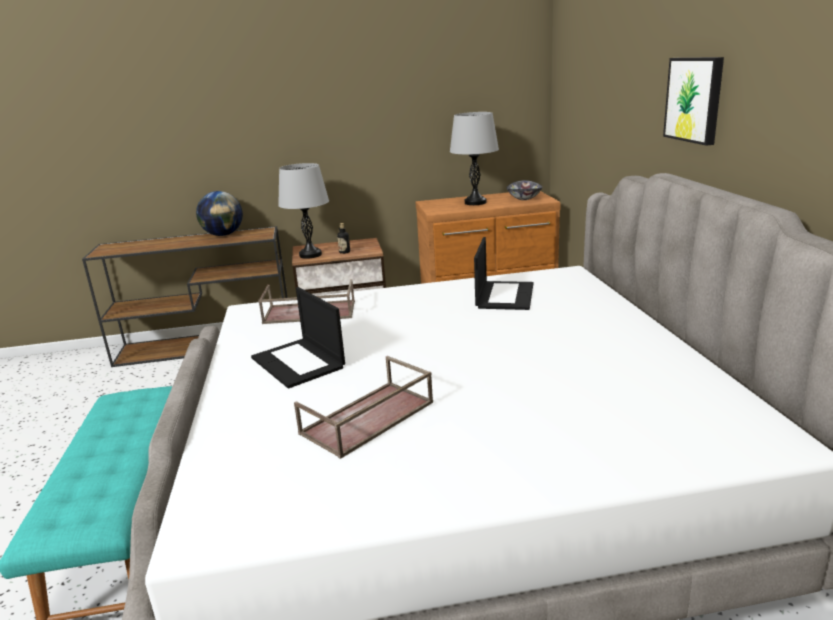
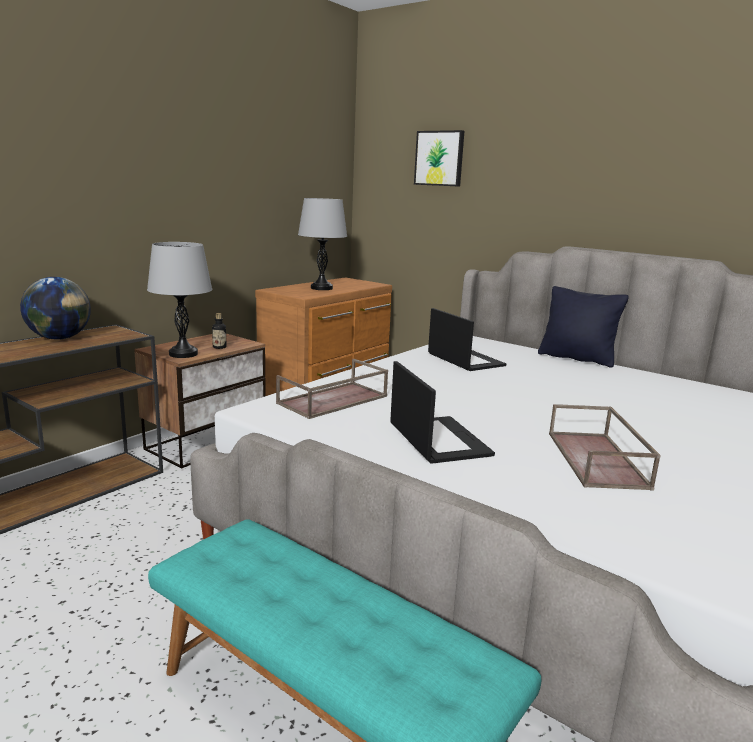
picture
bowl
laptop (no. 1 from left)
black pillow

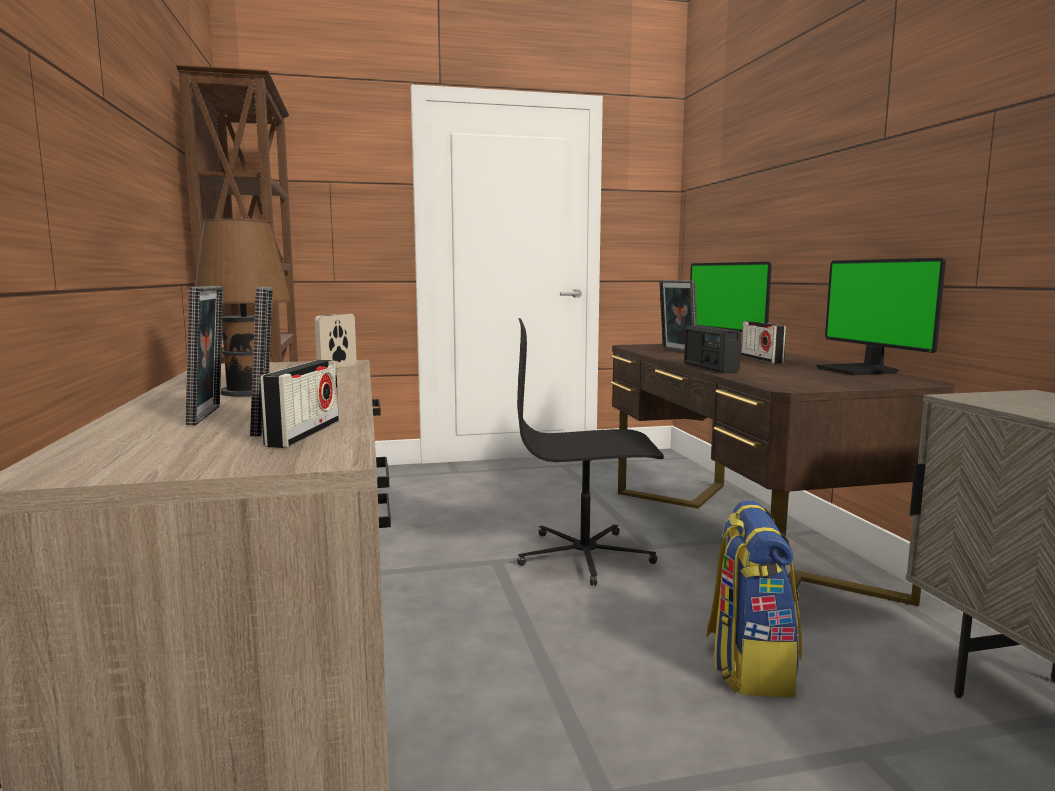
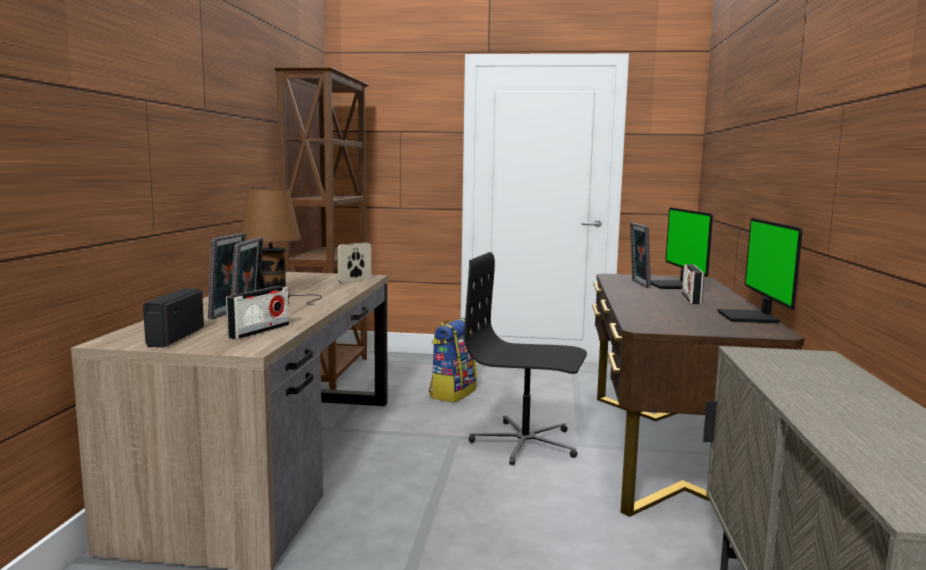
radio (no. 1 from left)
backpack

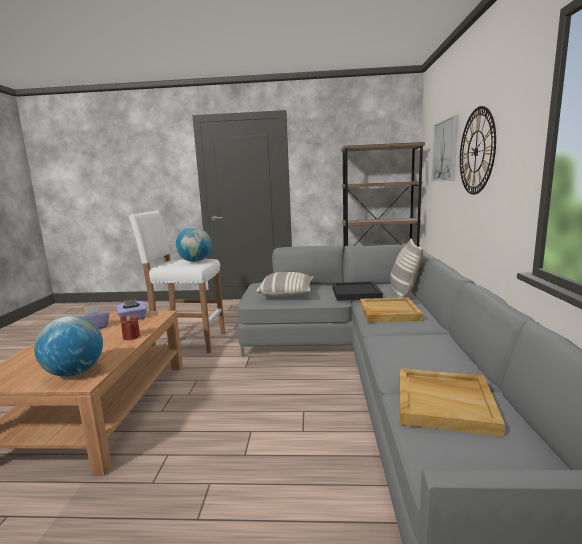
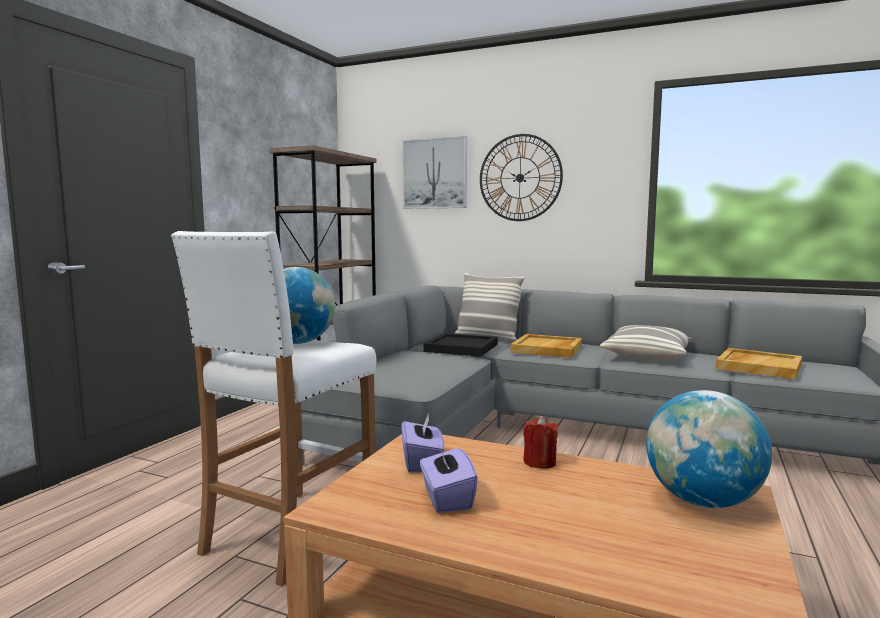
pillow (no. 2 from left)

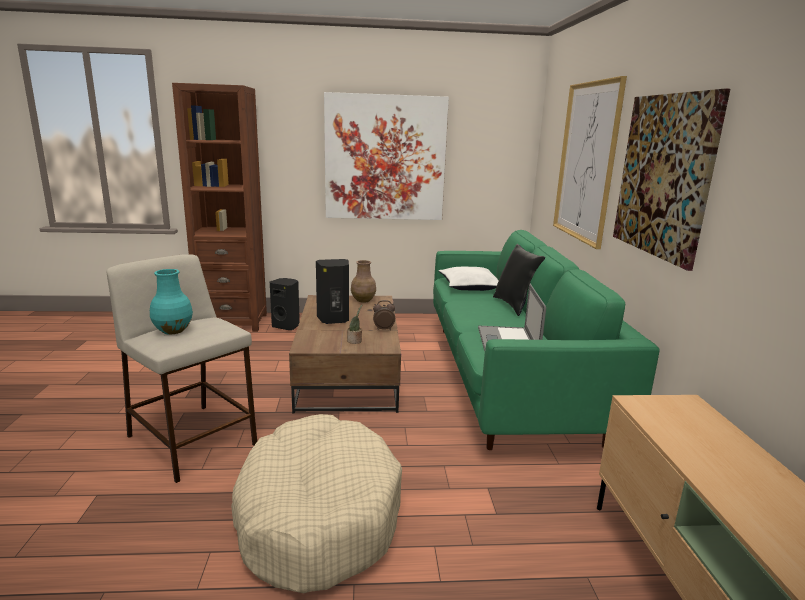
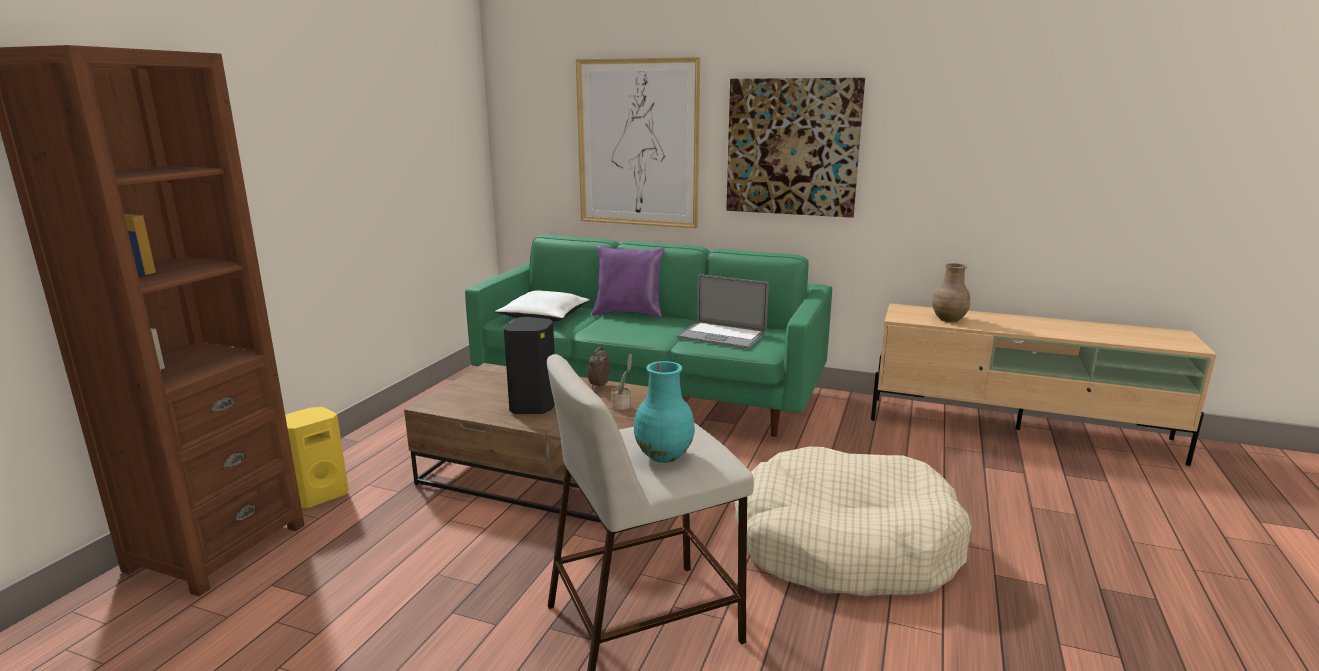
picture (no. 1 from left in the first image)
purple pillow
brown vase
yellow speaker

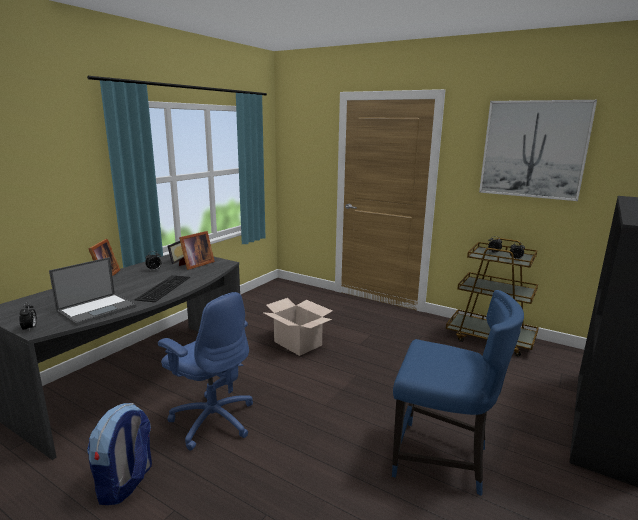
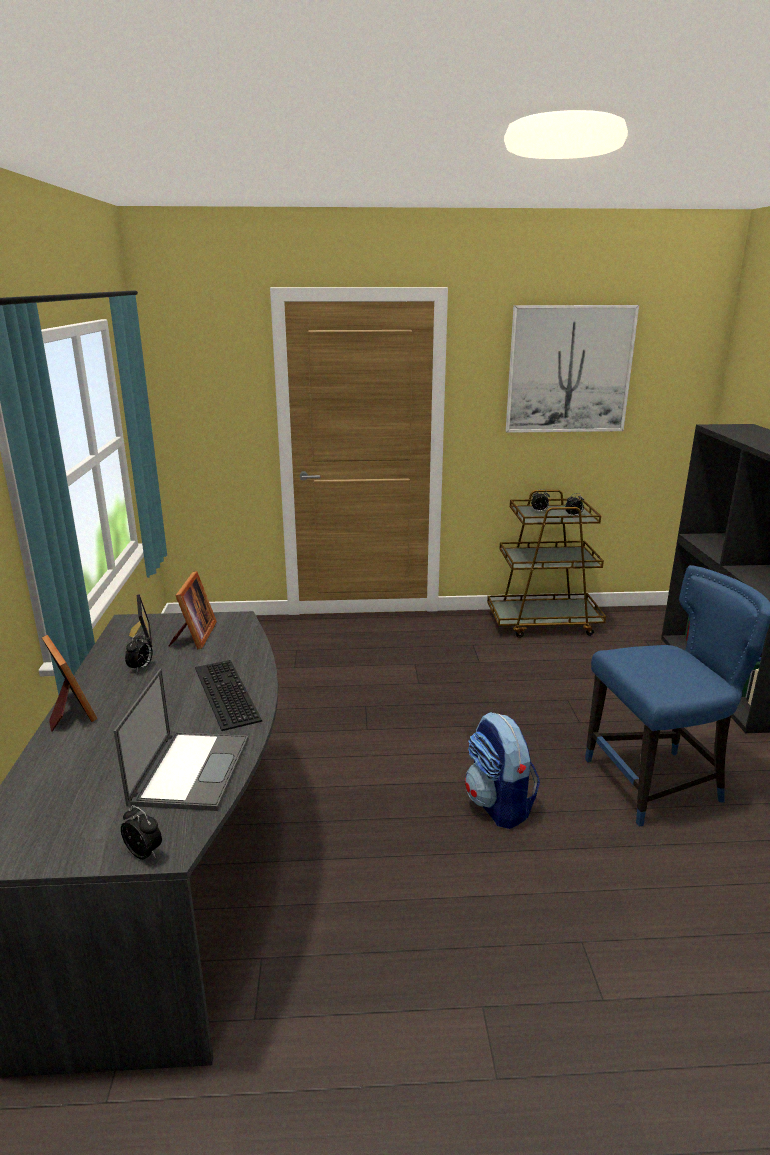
blue office chair
cardboard box
backpack

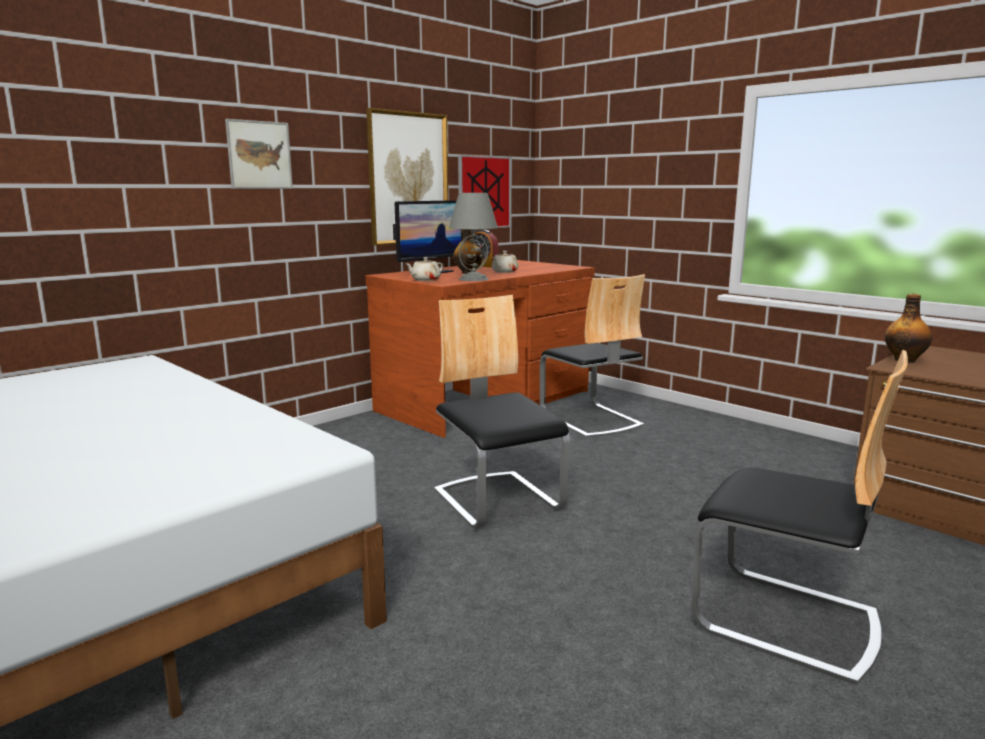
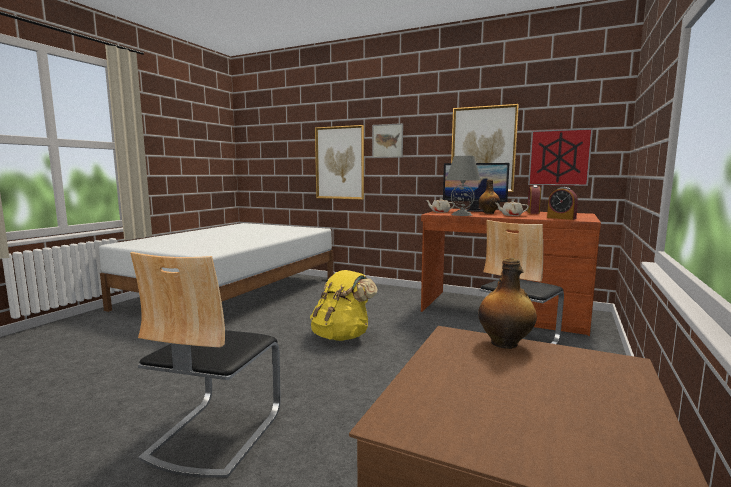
yellow backpack
picture (no. 1 from left)
alarm clock (no. 2 from left)

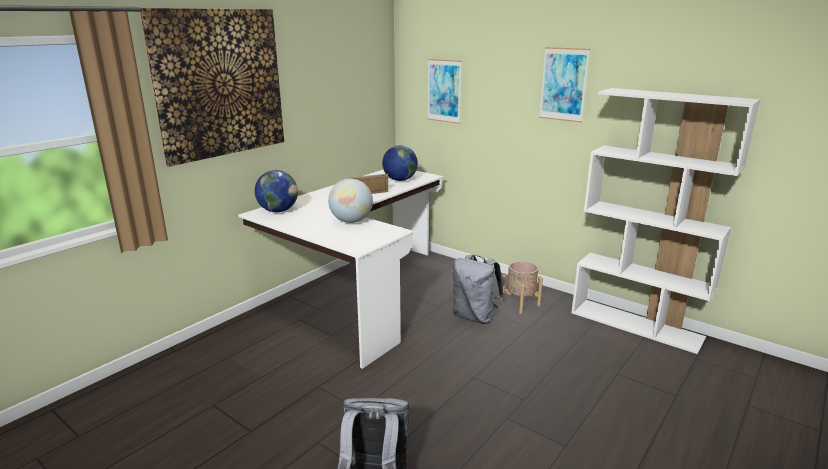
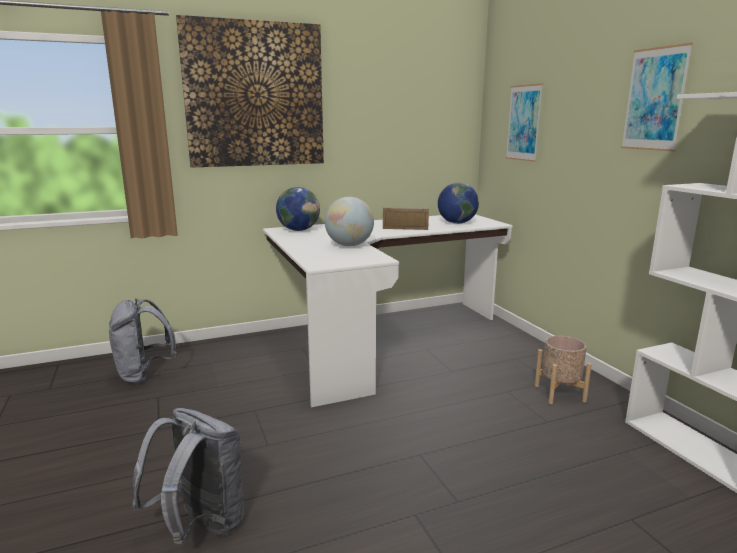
grey backpack (no. 1 from left)

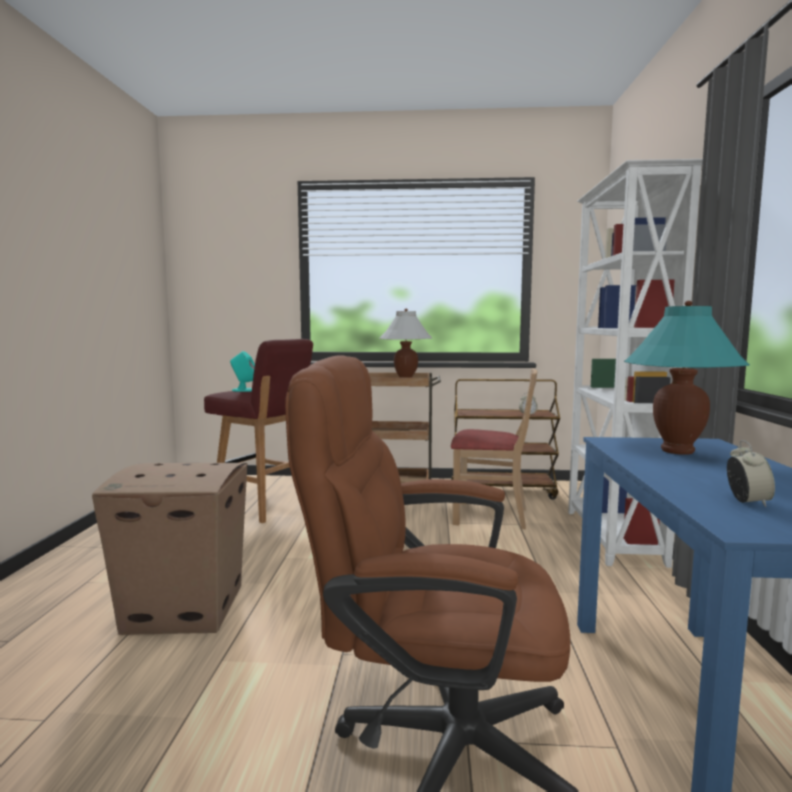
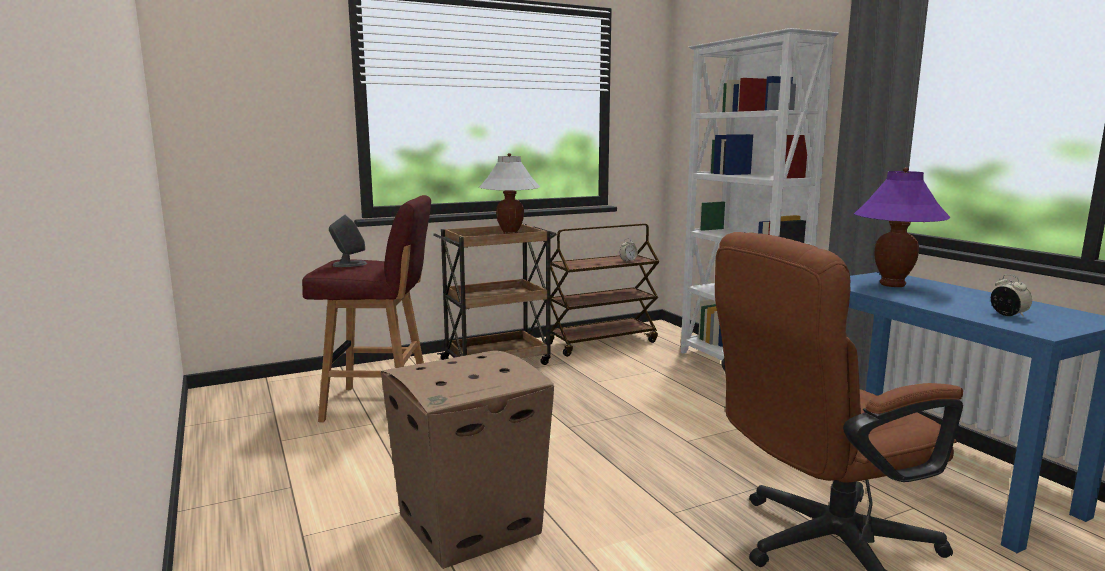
purple table lamp
grey speaker
beige chair

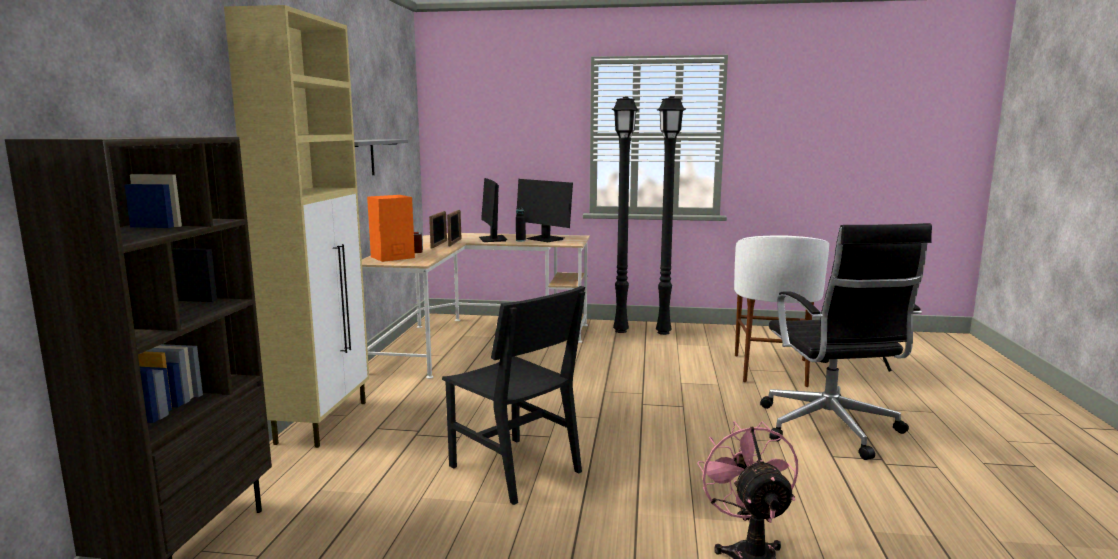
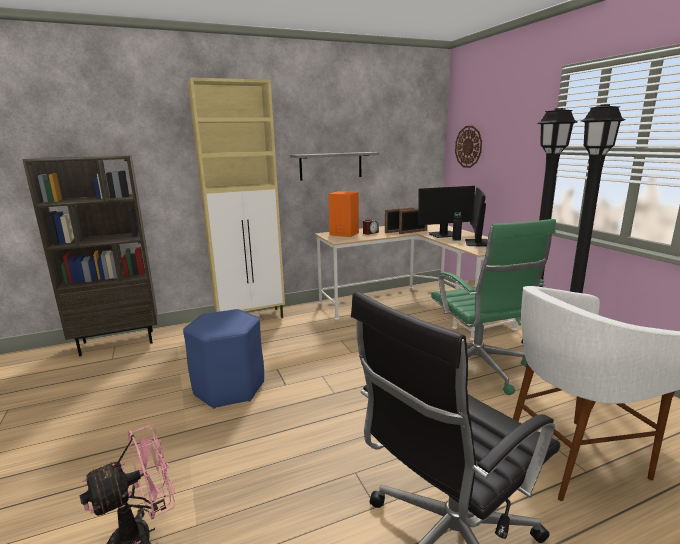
monitor (no. 1 from left)
blue stool
wall clock
green office chair

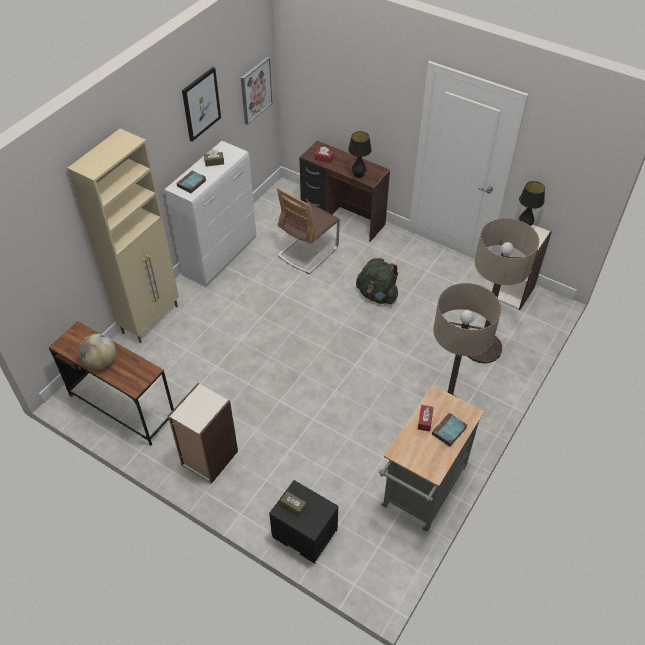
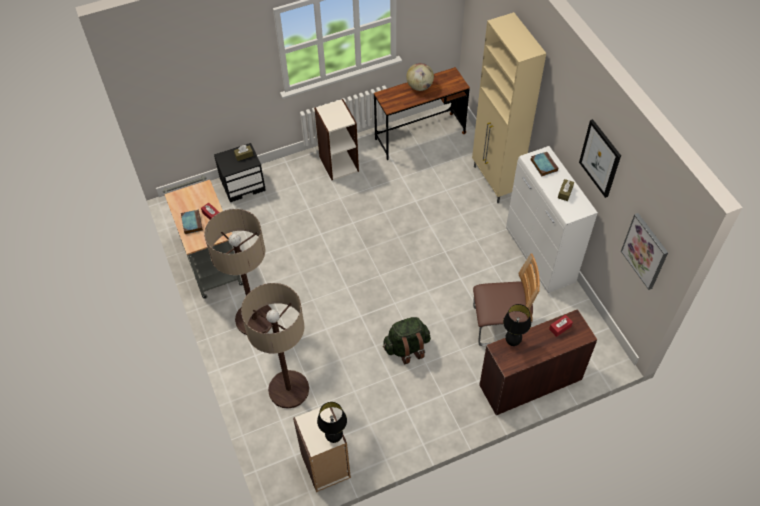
chair

